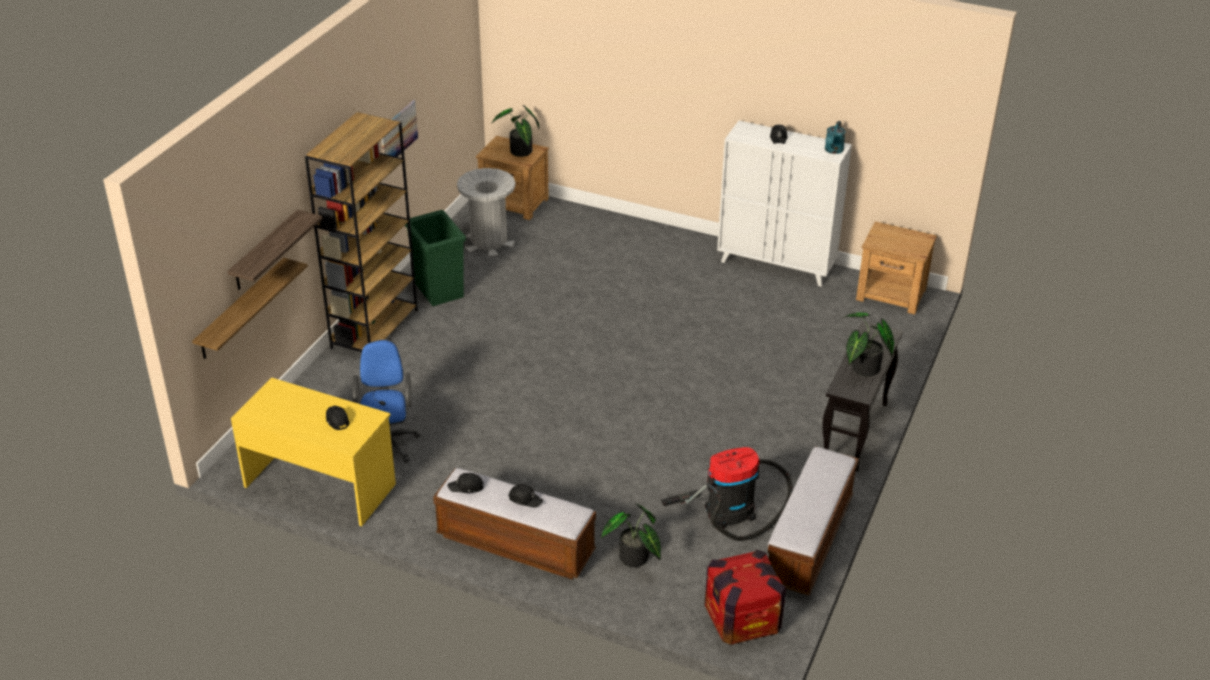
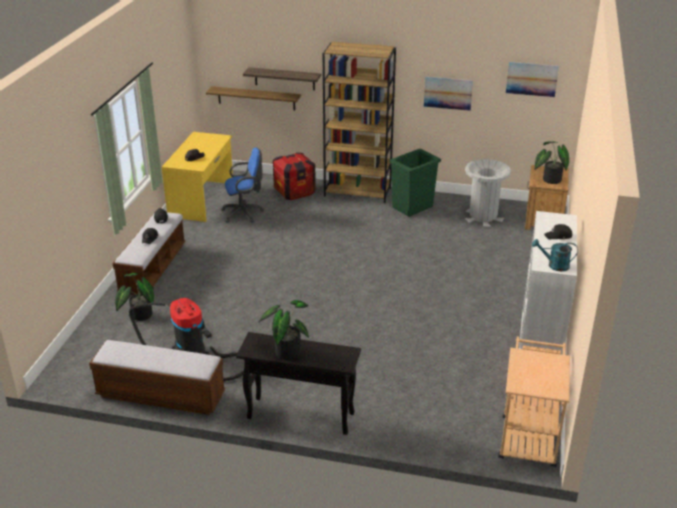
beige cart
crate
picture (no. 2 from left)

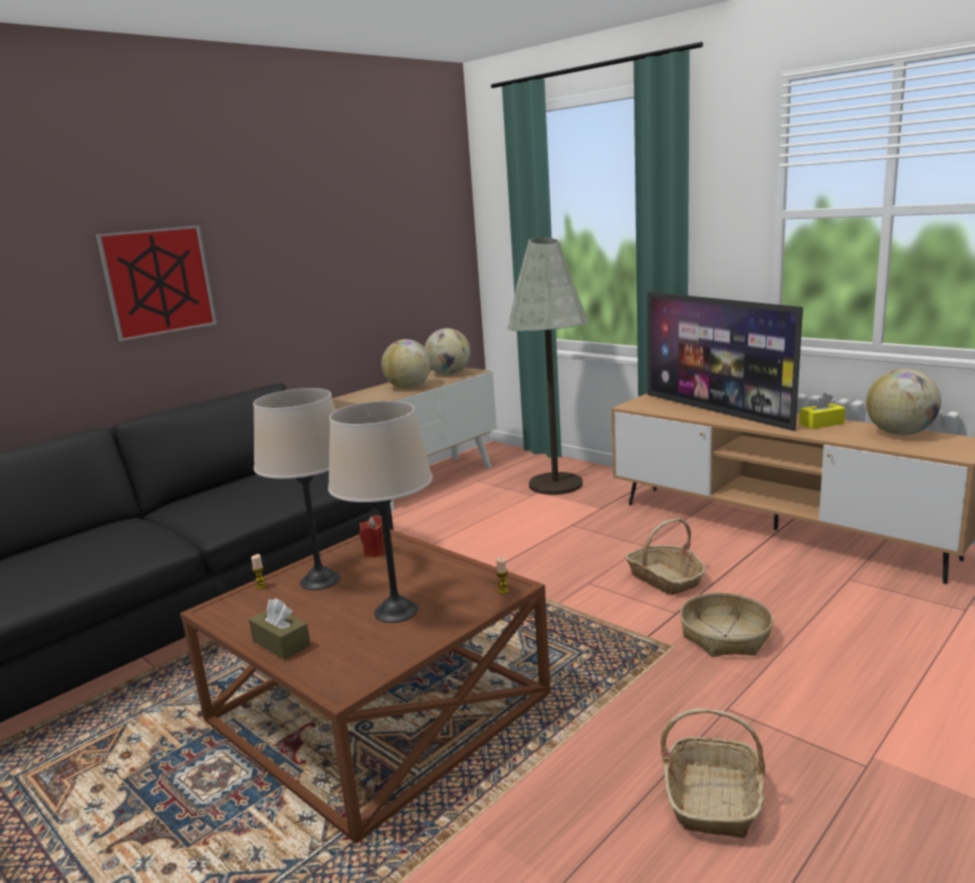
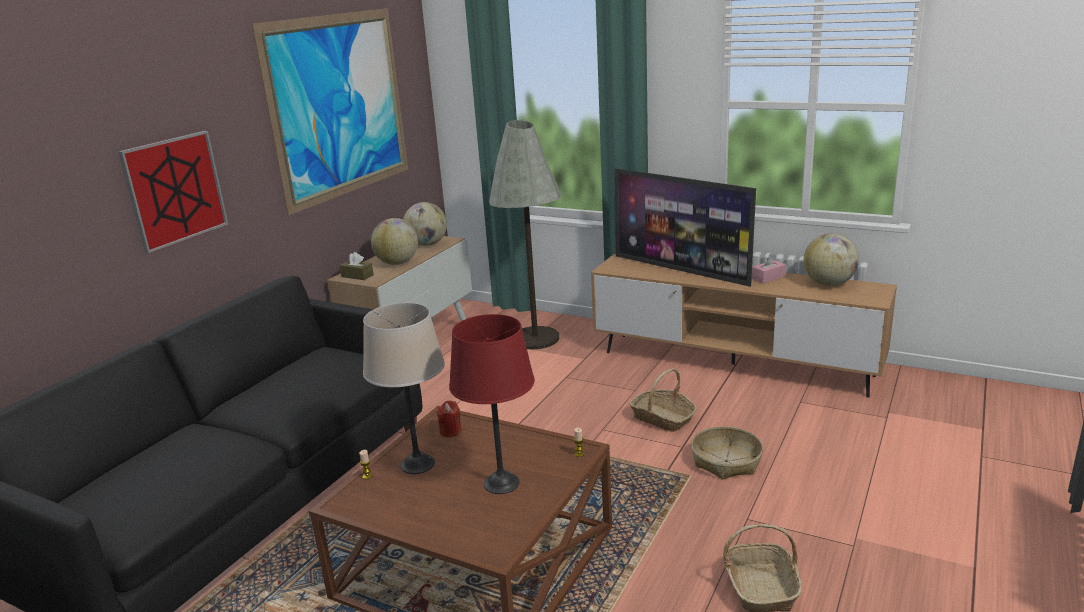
pink tissue box
red table lamp
brown tissue box
picture (no. 2 from left)

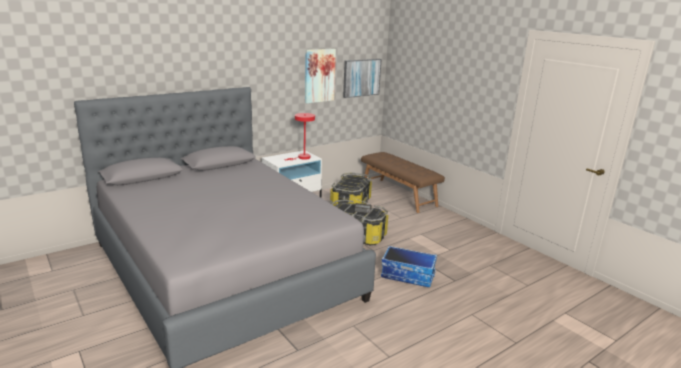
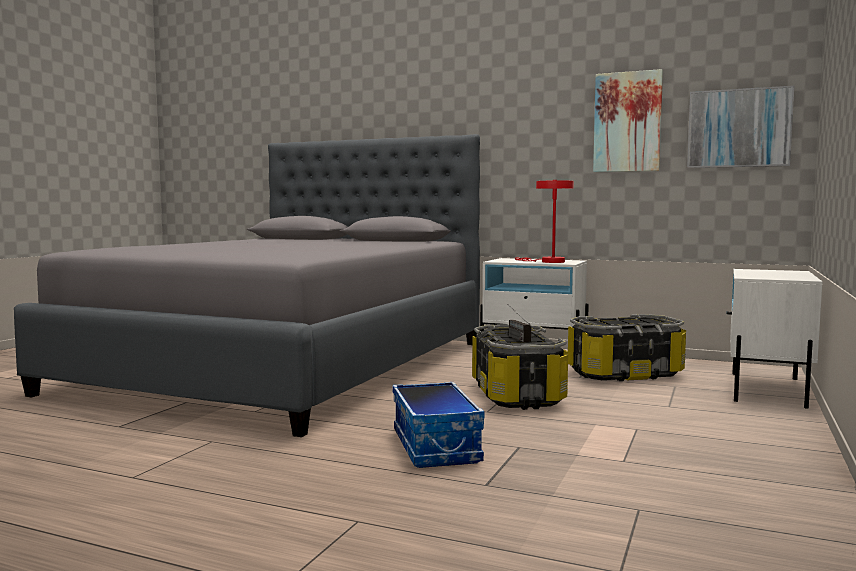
white nightstand (no. 2 from left)

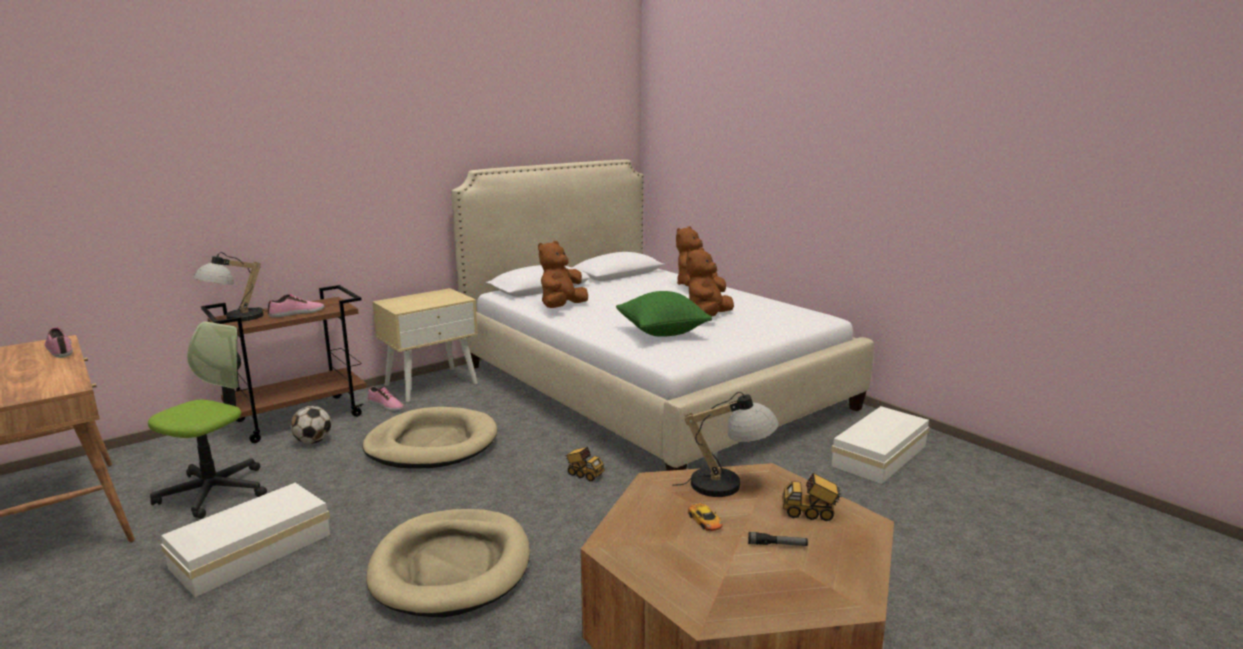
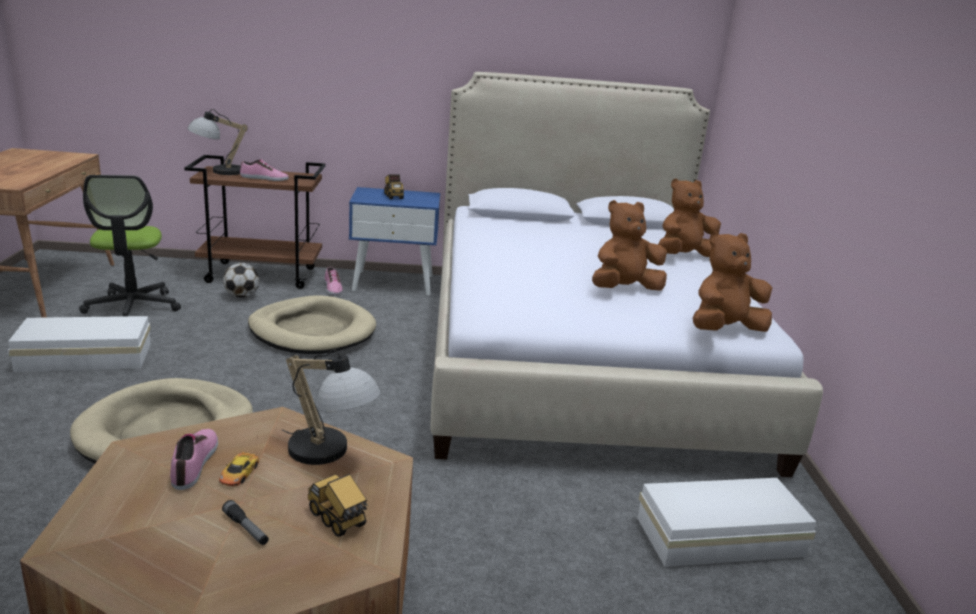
brown plush toy (no. 3 from left)
blue nightstand
green pillow
office chair
shoe (no. 1 from left)
toy truck (no. 2 from left)

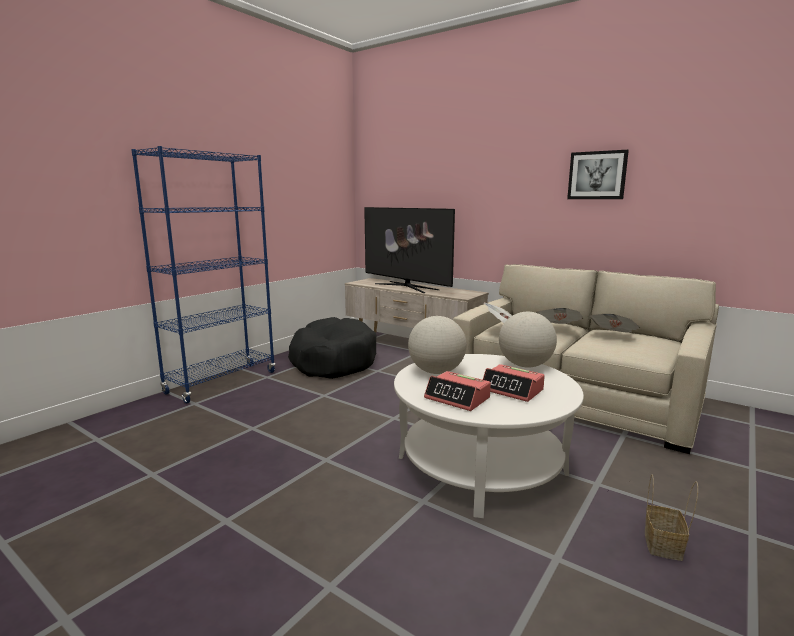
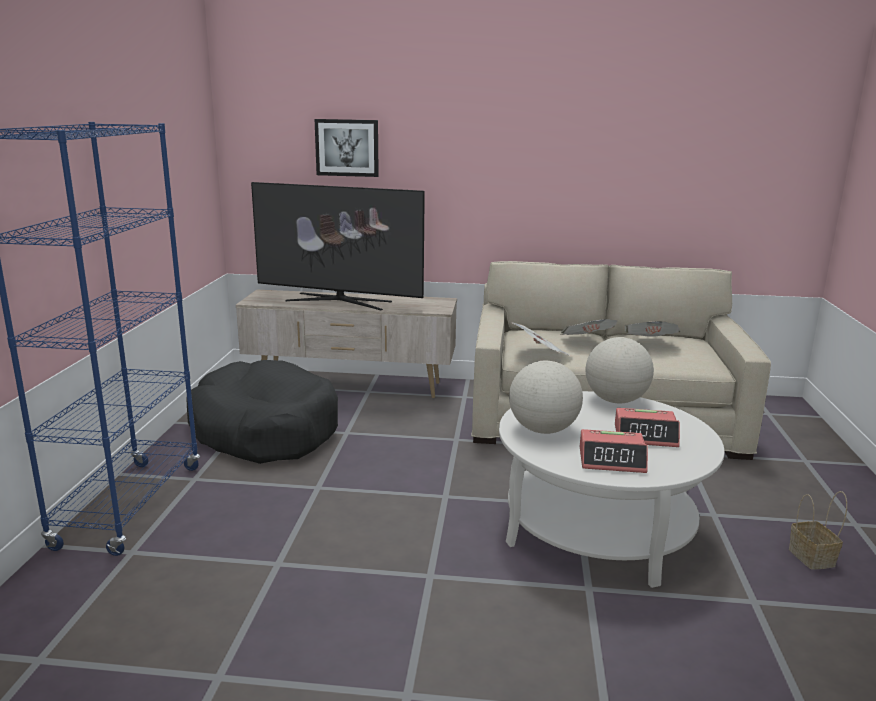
picture

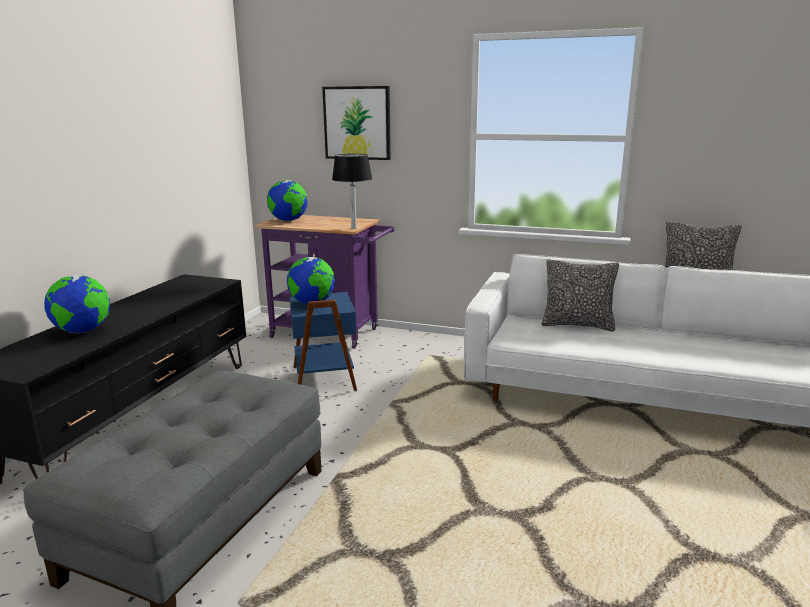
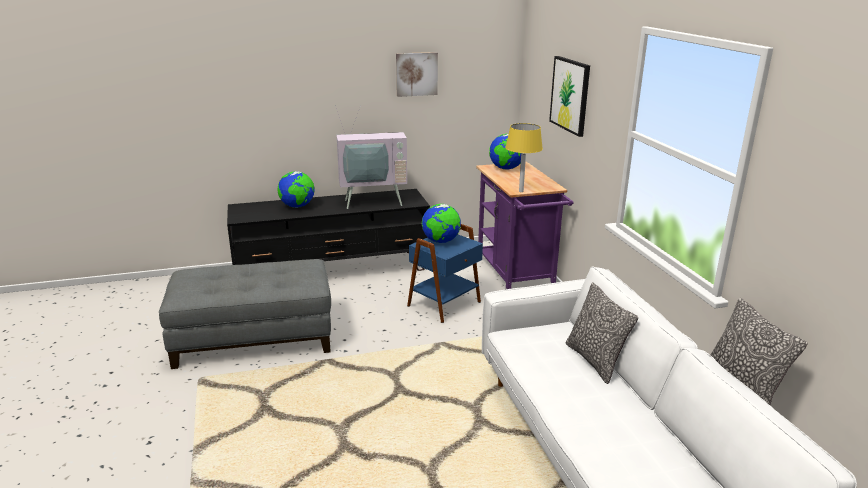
yellow table lamp
picture (no. 1 from left)
television

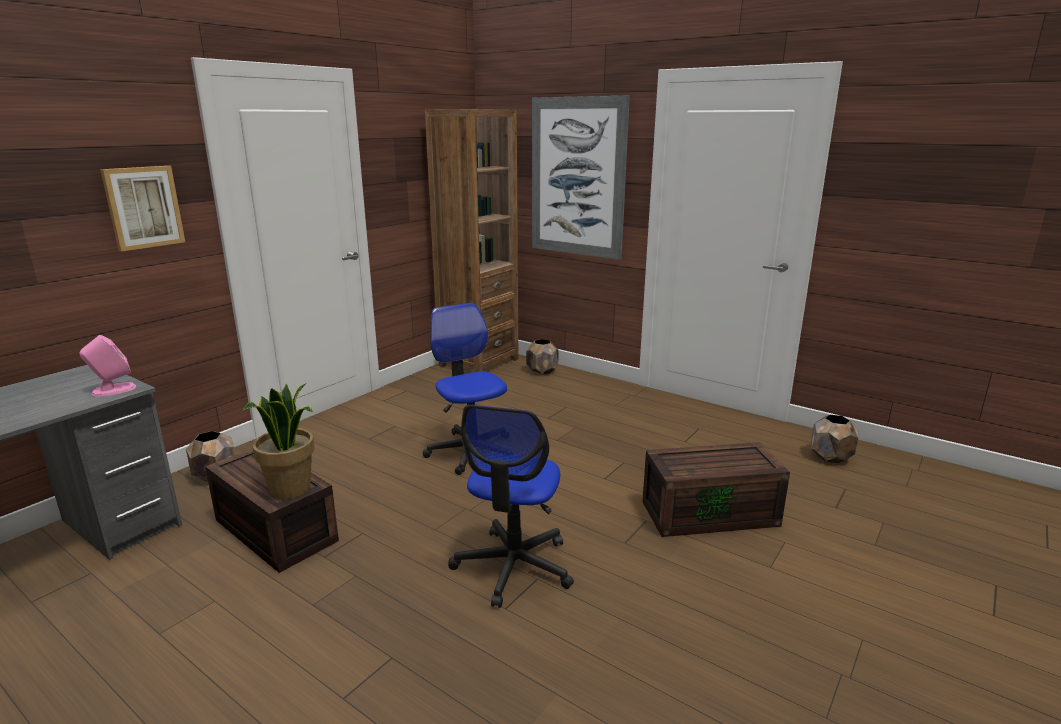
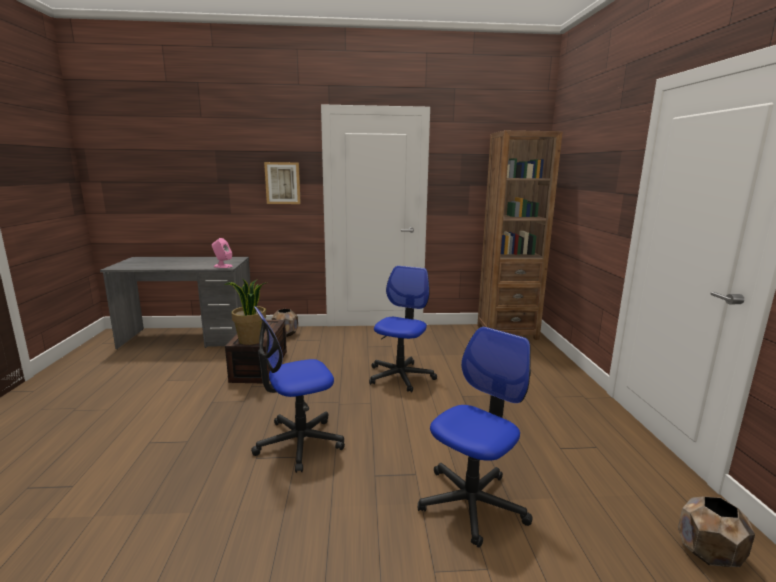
picture (no. 2 from left in the first image)
brown planter (no. 2 from left in the first image)
office chair (no. 3 from left)

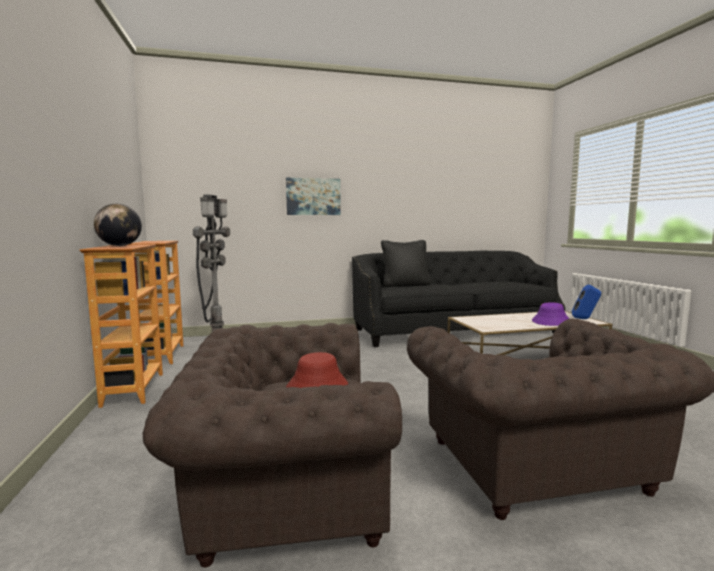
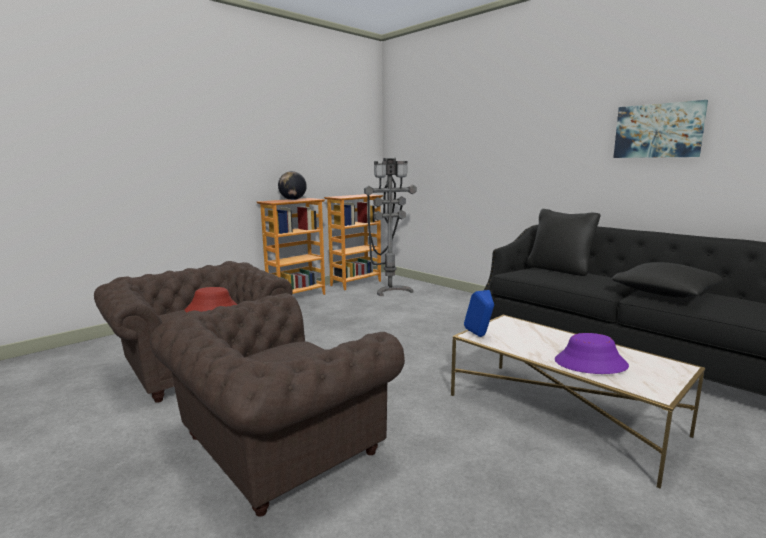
picture
blue speaker
black pillow (no. 2 from left)

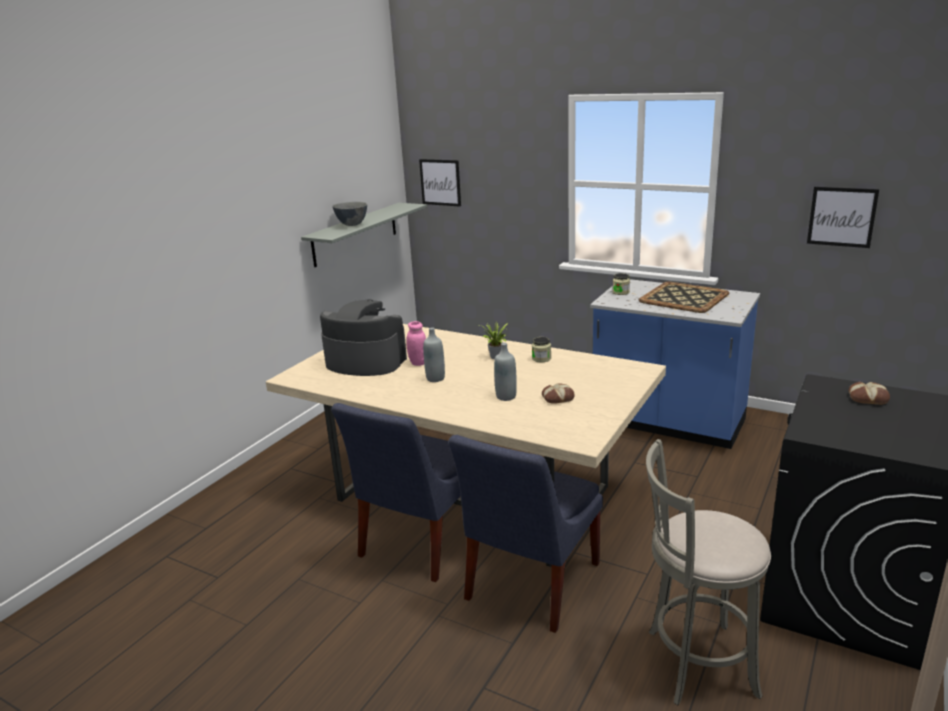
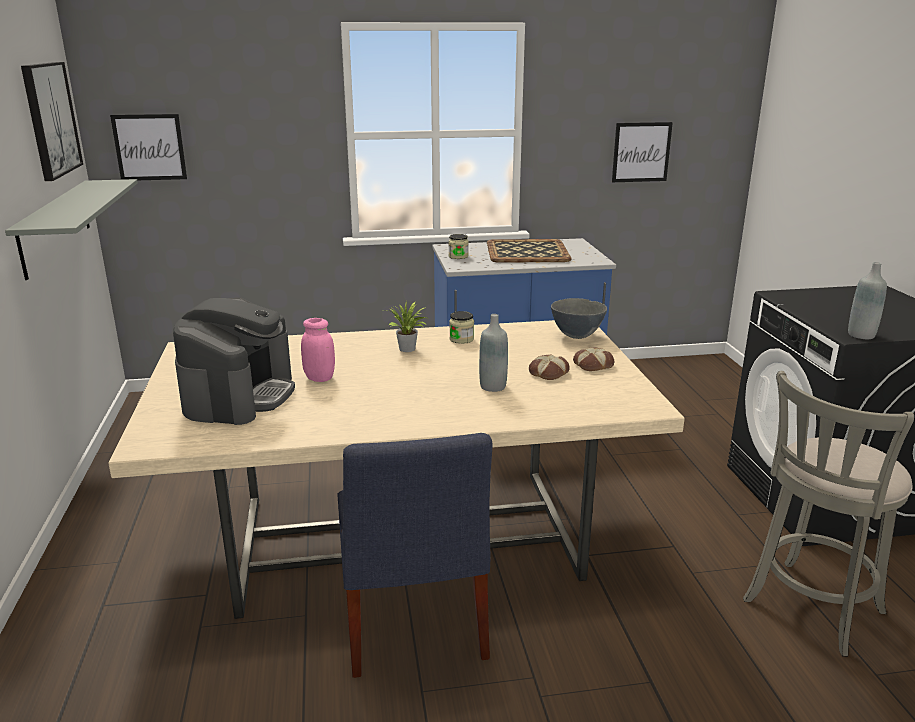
grey bowl
coffee machine
grey bottle (no. 2 from left)
bread (no. 2 from left)
blue chair (no. 2 from left in the first image)
picture (no. 1 from left)

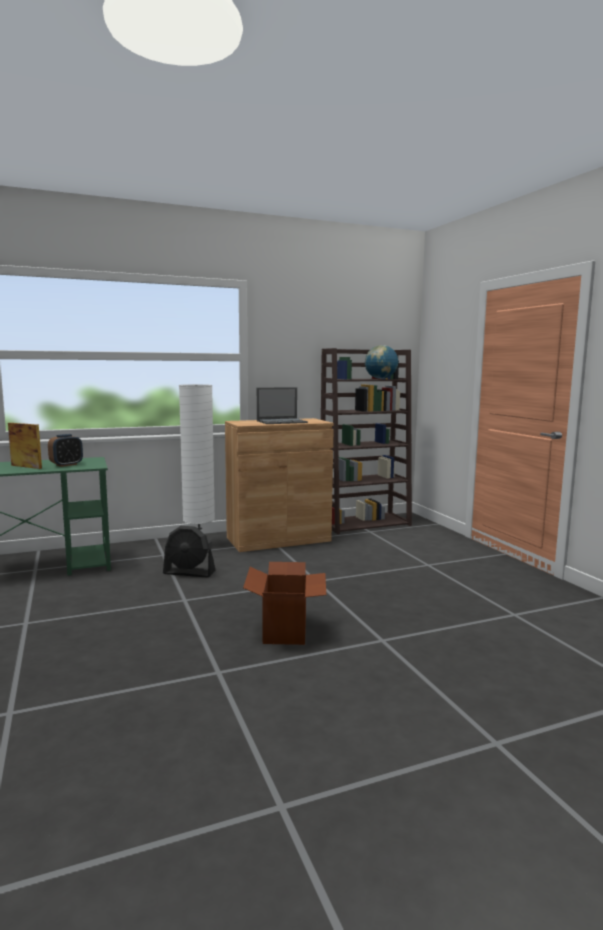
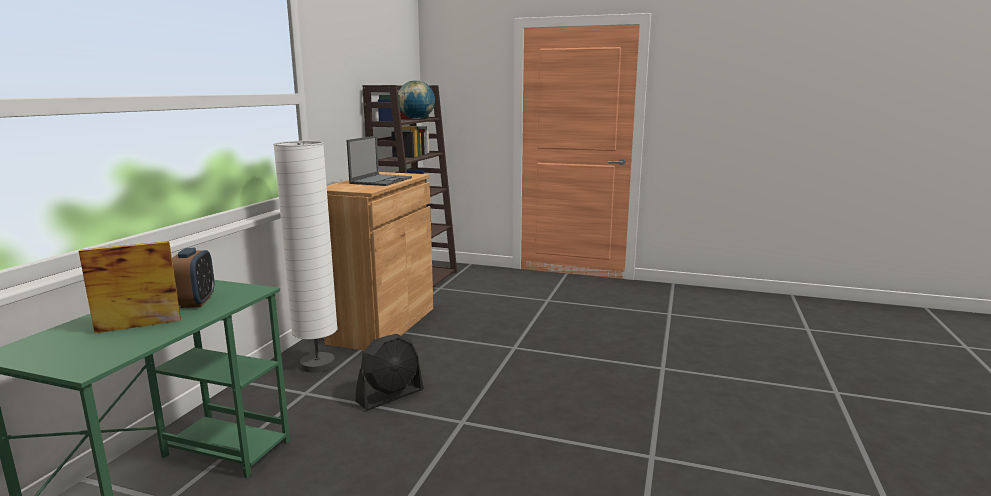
cardboard box

